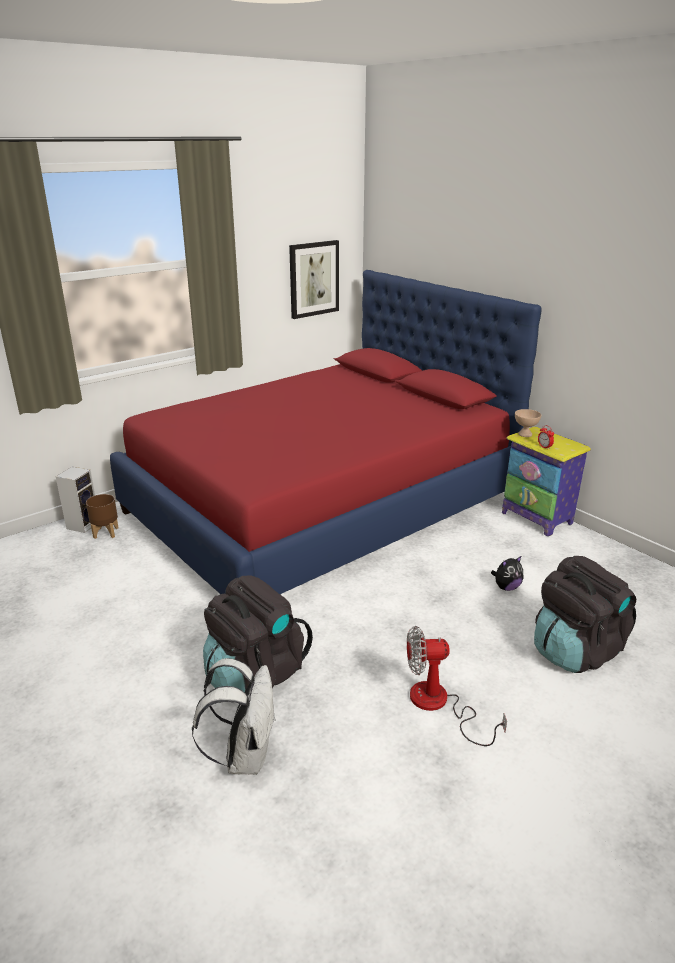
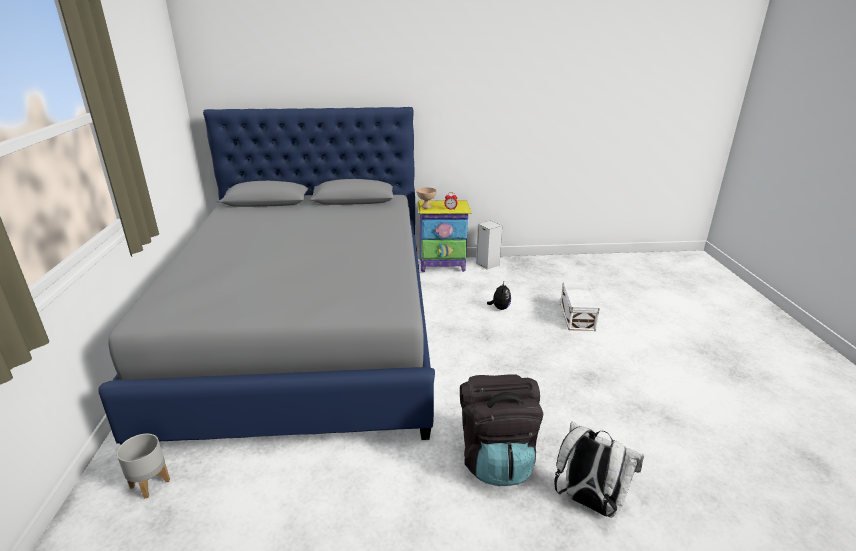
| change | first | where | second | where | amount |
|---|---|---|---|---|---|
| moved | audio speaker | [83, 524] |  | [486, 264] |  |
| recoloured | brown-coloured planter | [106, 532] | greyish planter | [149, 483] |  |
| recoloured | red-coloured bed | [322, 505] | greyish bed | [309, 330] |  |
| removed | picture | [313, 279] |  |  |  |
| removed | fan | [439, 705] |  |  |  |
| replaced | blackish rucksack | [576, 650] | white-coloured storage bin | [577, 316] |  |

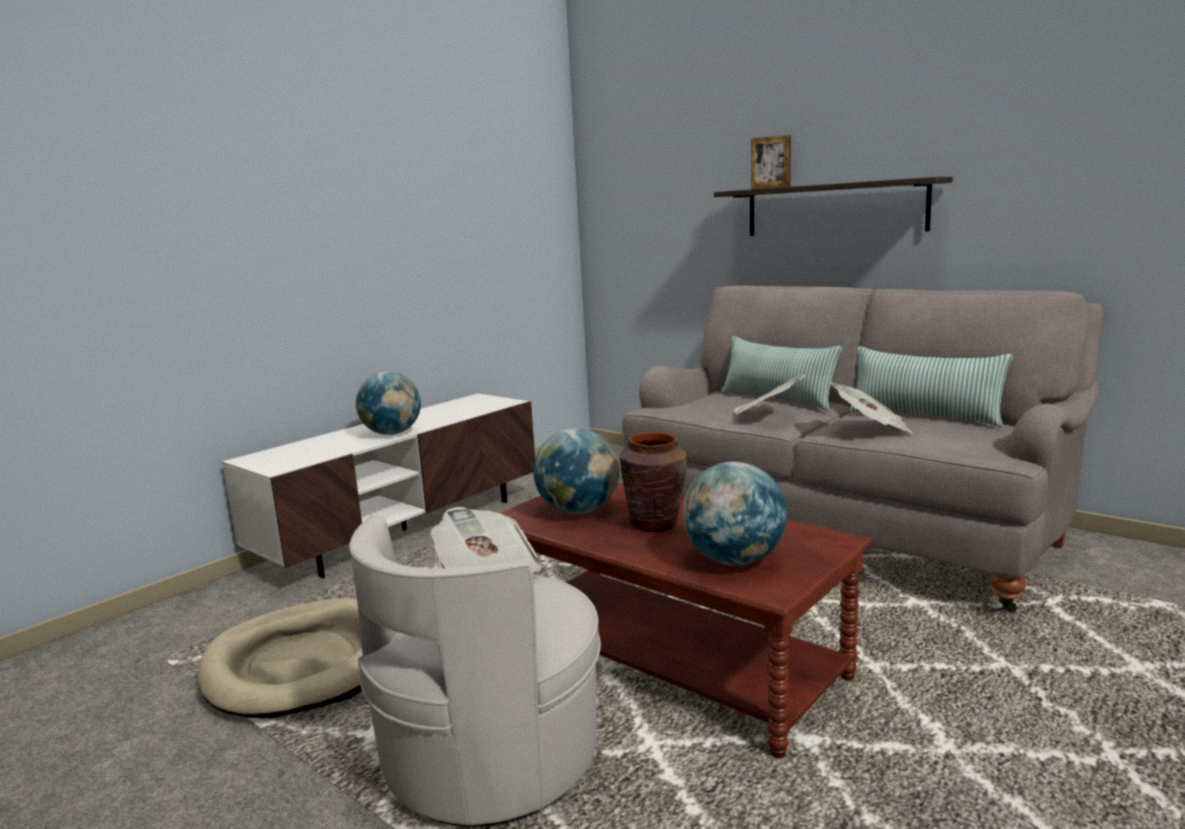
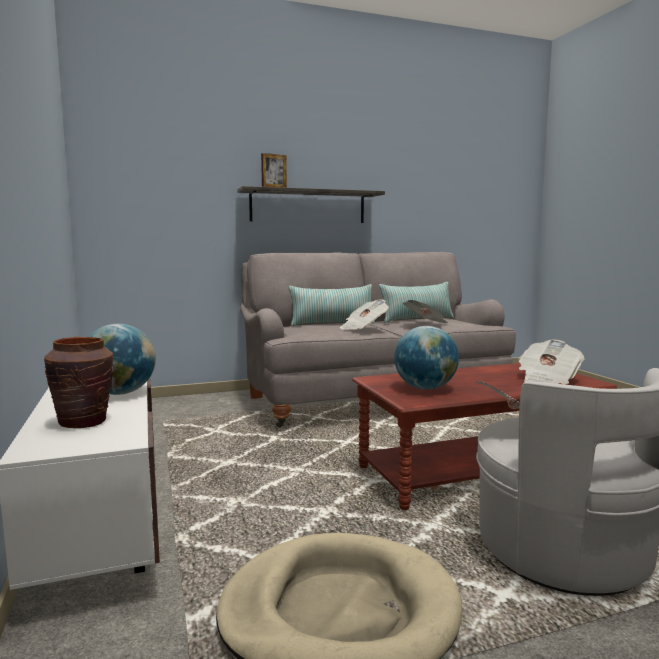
| change | first | where | second | where | amount |
|---|---|---|---|---|---|
| moved | brown-coloured vase | [655, 524] |  | [83, 422] |  |
| replaced | world globe | [734, 560] | newspaper | [547, 379] |  |

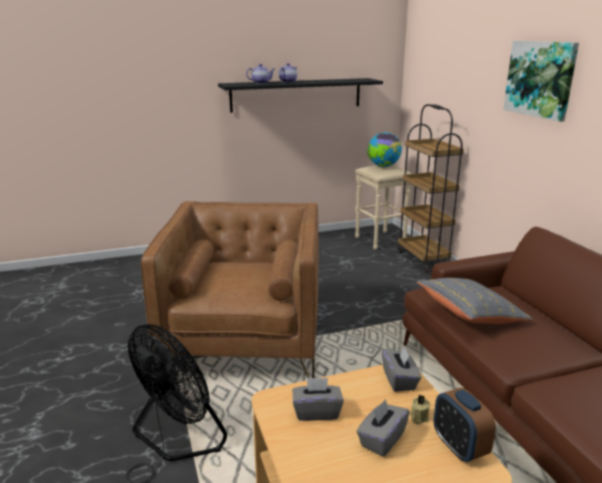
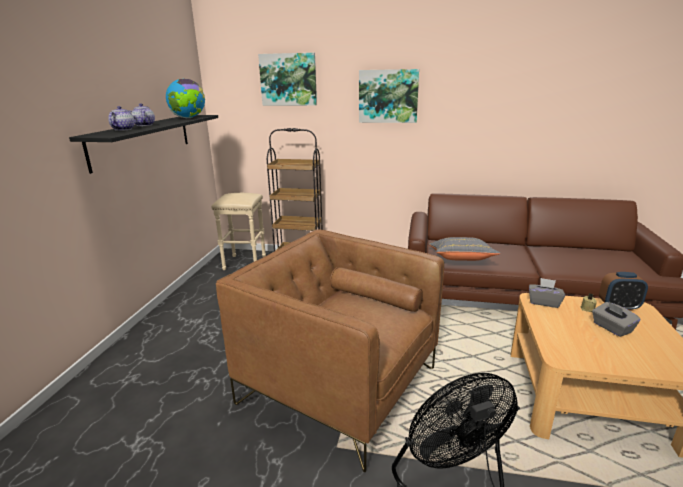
| change | first | where | second | where | amount |
|---|---|---|---|---|---|
| removed | greyish box of tissues | [317, 412] |  |  |  |
| moved | world globe | [383, 166] |  | [188, 118] |  |
| added |  |  | picture | [288, 79] |  |

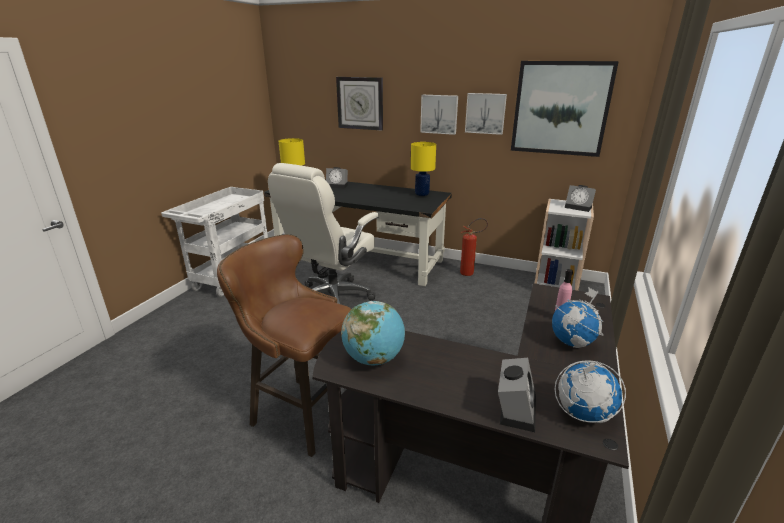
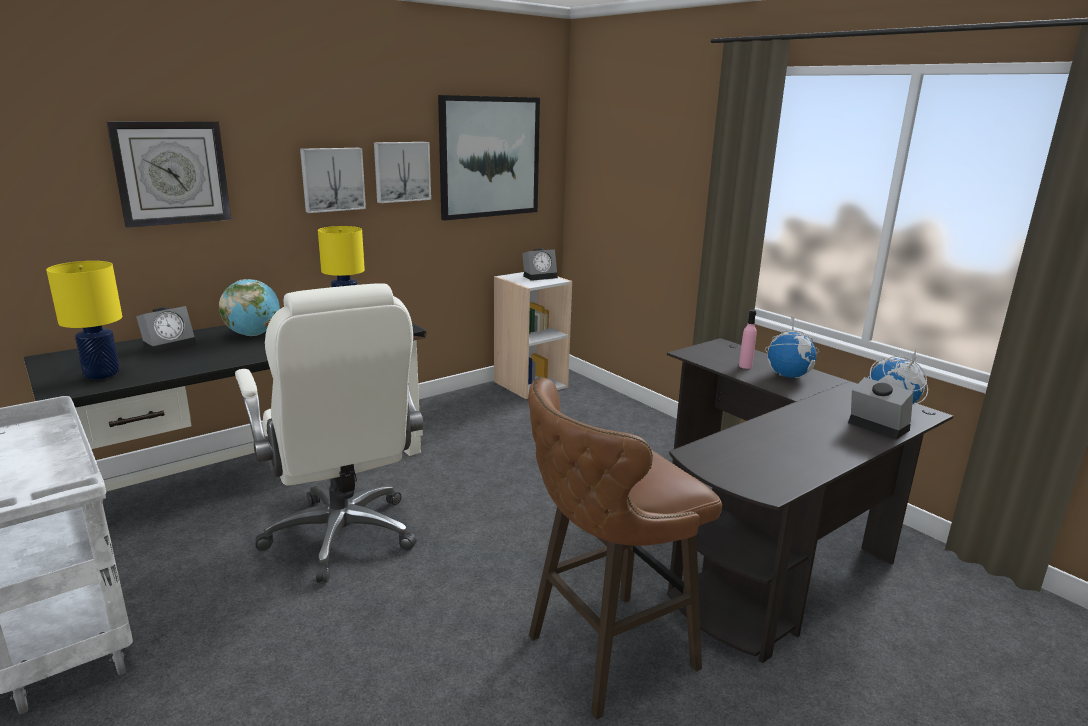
| change | first | where | second | where | amount |
|---|---|---|---|---|---|
| moved | world globe | [374, 359] |  | [253, 334] |  |
| removed | extinguisher | [470, 273] |  |  |  |

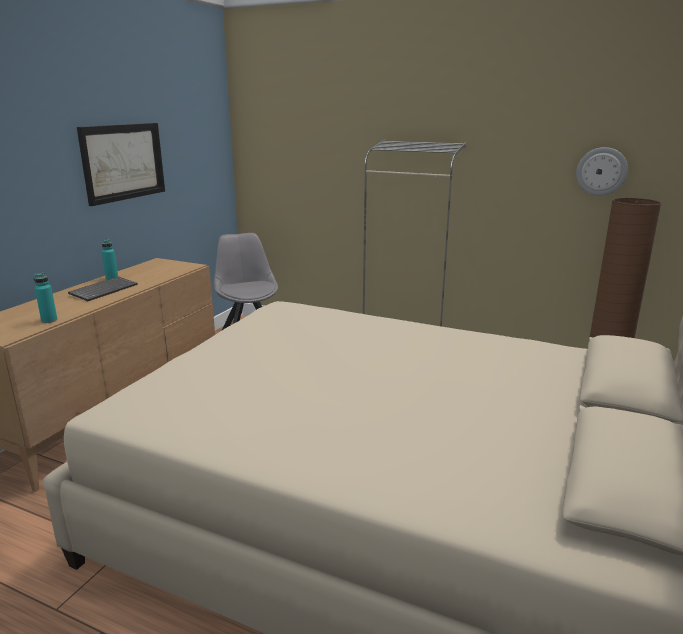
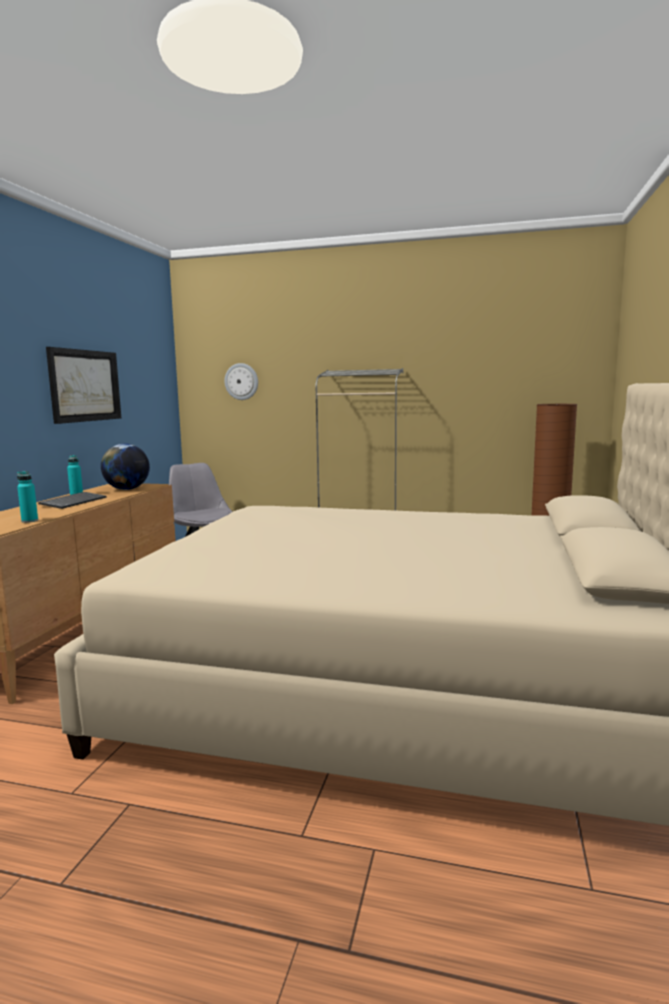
| change | first | where | second | where | amount |
|---|---|---|---|---|---|
| moved | wall clock | [601, 171] |  | [241, 381] |  |
| added |  |  | world globe | [127, 489] |  |

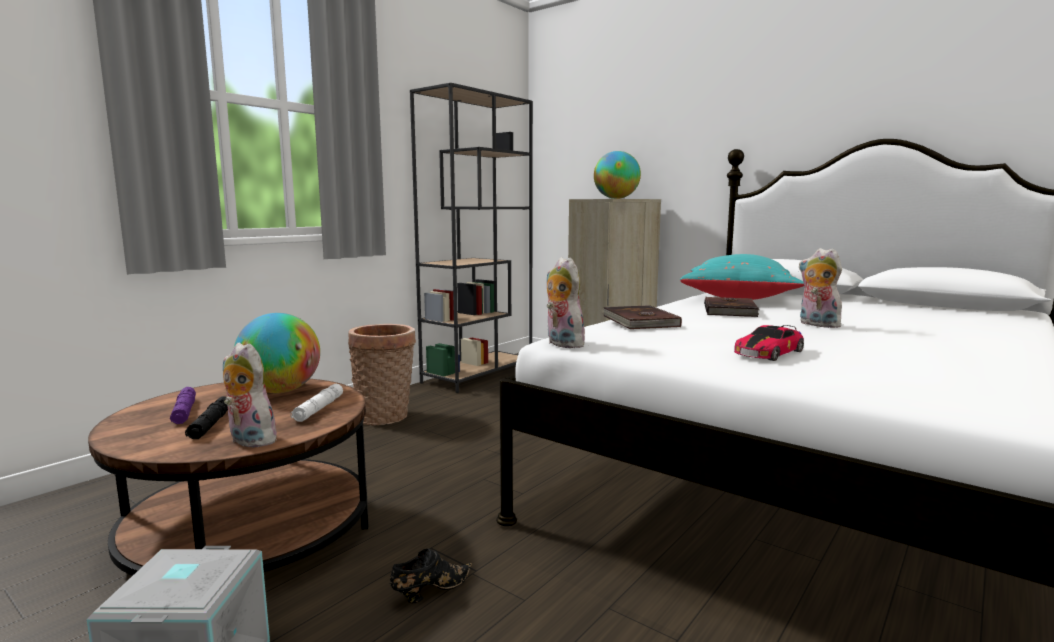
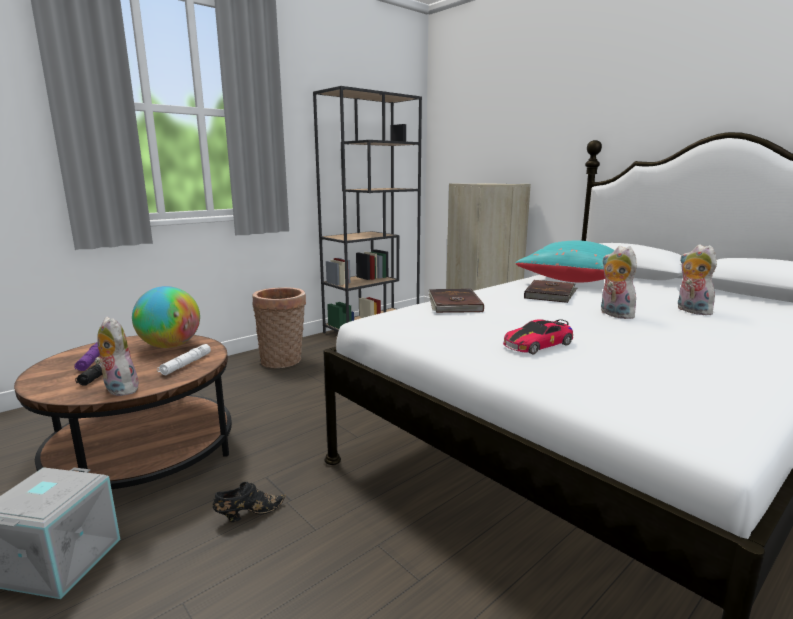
| change | first | where | second | where | amount |
|---|---|---|---|---|---|
| moved | plush toy | [561, 344] |  | [691, 311] |  |
| removed | world globe | [616, 198] |  |  |  |

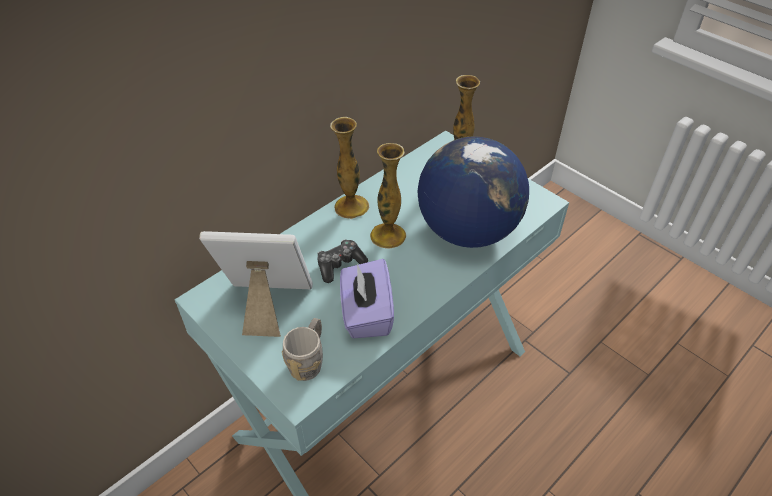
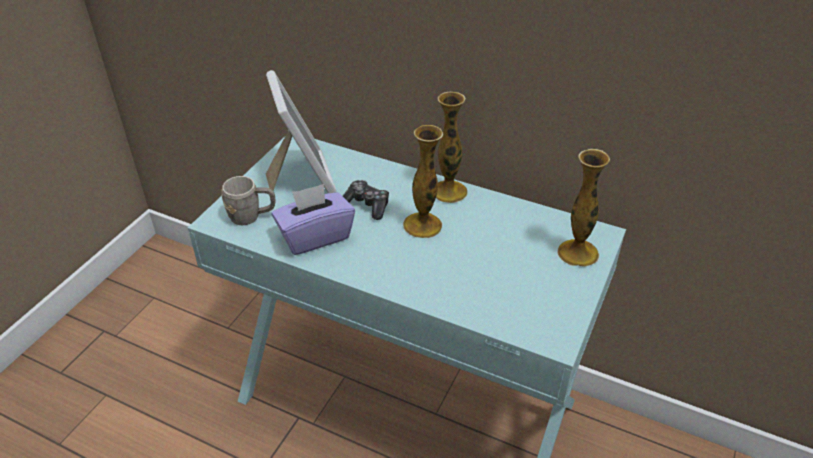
| change | first | where | second | where | amount |
|---|---|---|---|---|---|
| removed | world globe | [467, 230] |  |  |  |

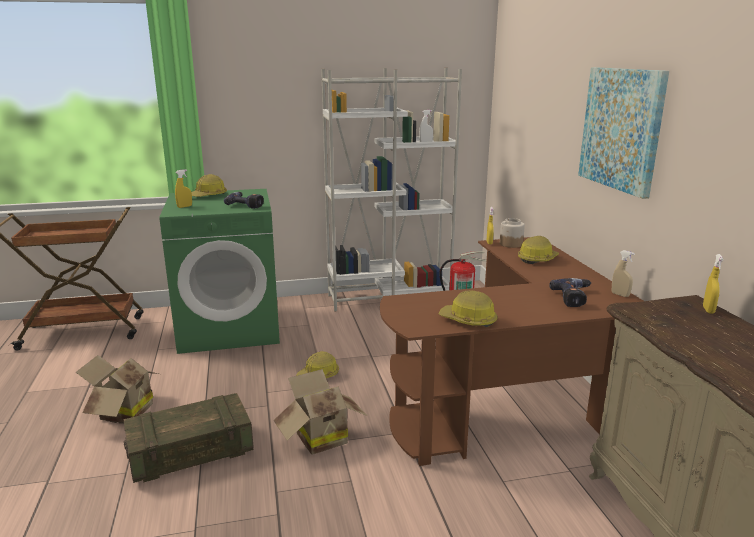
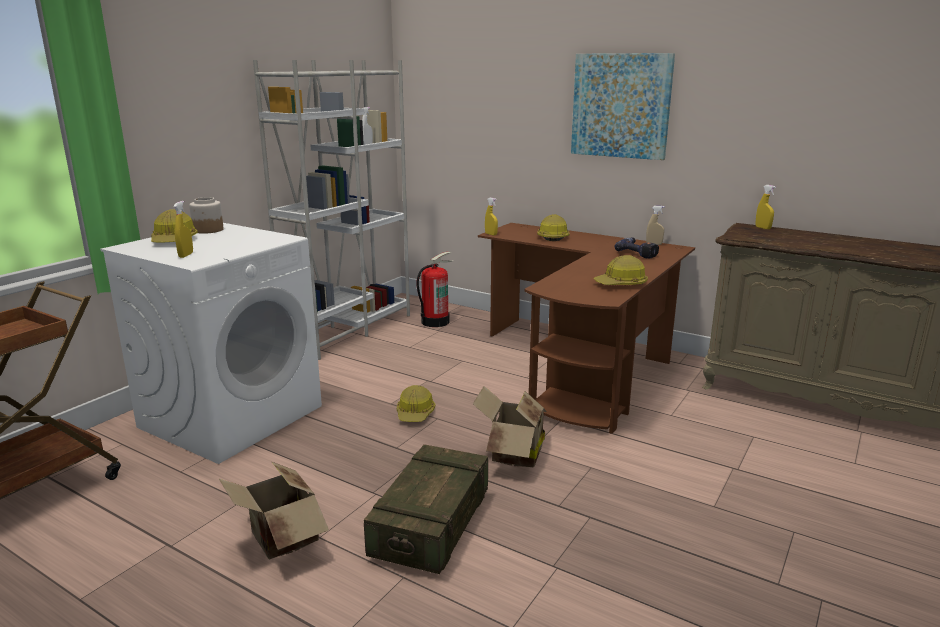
| change | first | where | second | where | amount |
|---|---|---|---|---|---|
| recoloured | green-coloured laundry appliance | [230, 328] | white-coloured laundry appliance | [232, 416] |  |
| removed | electric drill | [246, 205] |  |  |  |
| moved | storage jar | [510, 244] |  | [208, 230] |  |

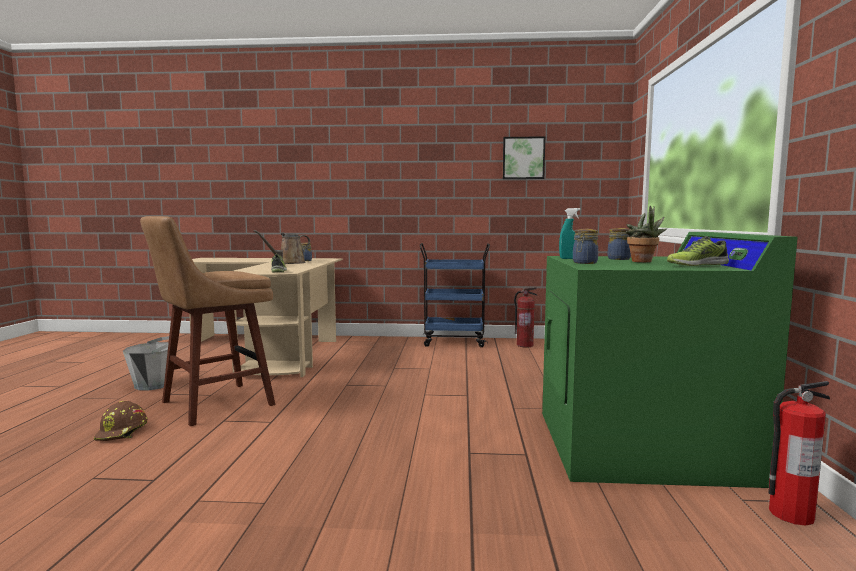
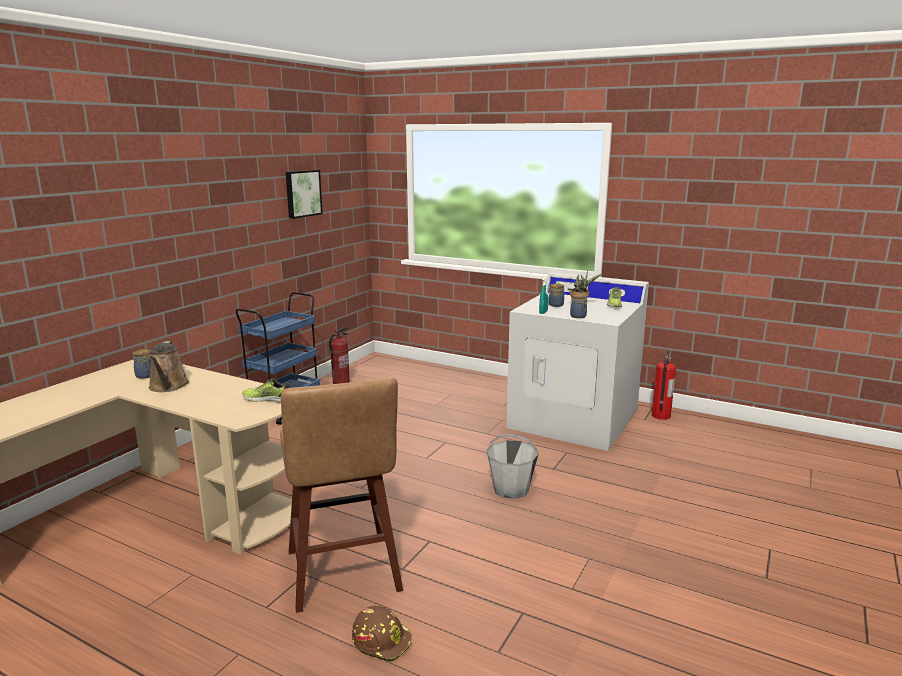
| change | first | where | second | where | amount |
|---|---|---|---|---|---|
| moved | greyish bucket | [153, 385] |  | [511, 489] |  |
| recoloured | green-coloured laundry appliance | [639, 445] | white-coloured laundry appliance | [574, 418] |  |

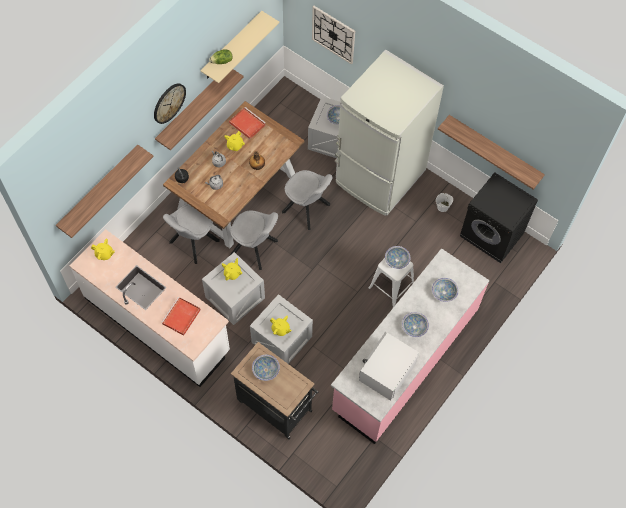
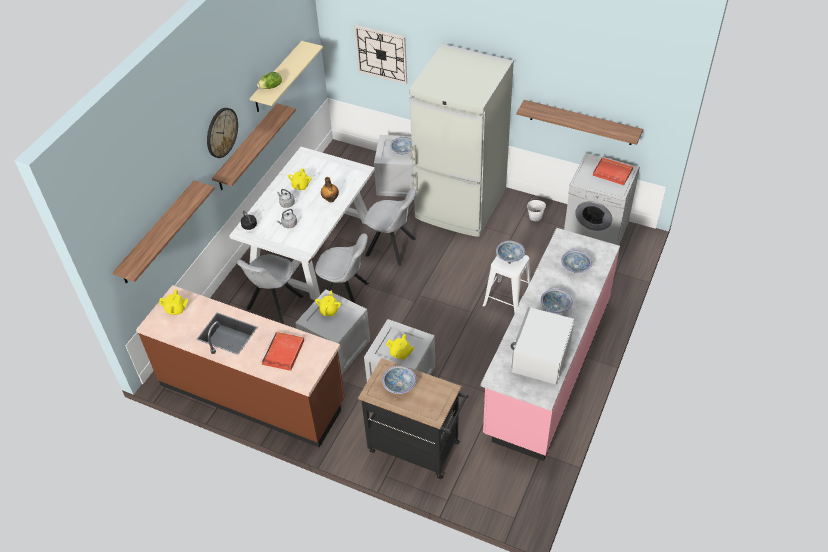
| change | first | where | second | where | amount |
|---|---|---|---|---|---|
| recoloured | white-coloured counter | [157, 324] | brown-coloured counter | [252, 393] |  |
| recoloured | brown-coloured dinner table | [237, 192] | white-coloured dinner table | [311, 248] |  |
| moved | red-coloured carrying tray | [246, 123] |  | [611, 172] |  |
| recoloured | blackish laundry appliance | [491, 236] | white-coloured laundry appliance | [595, 232] |  |

